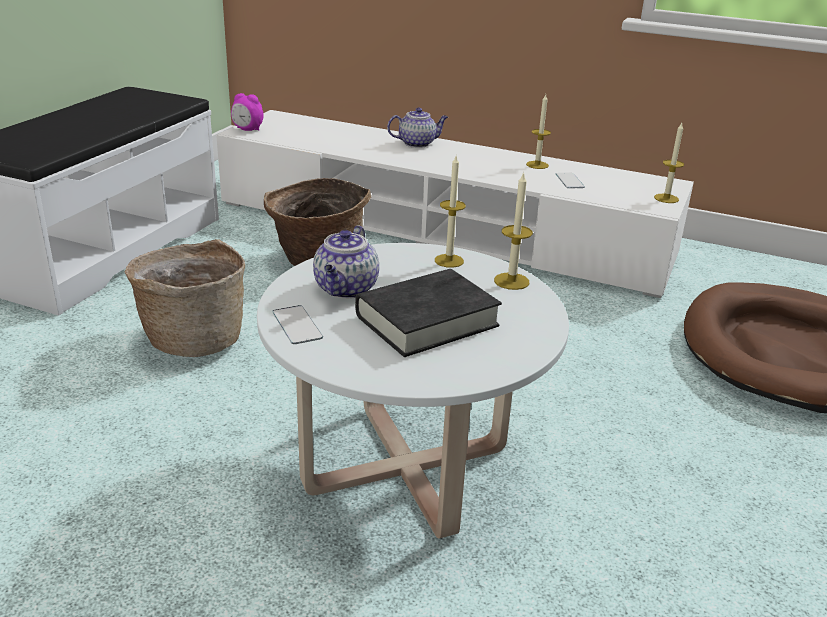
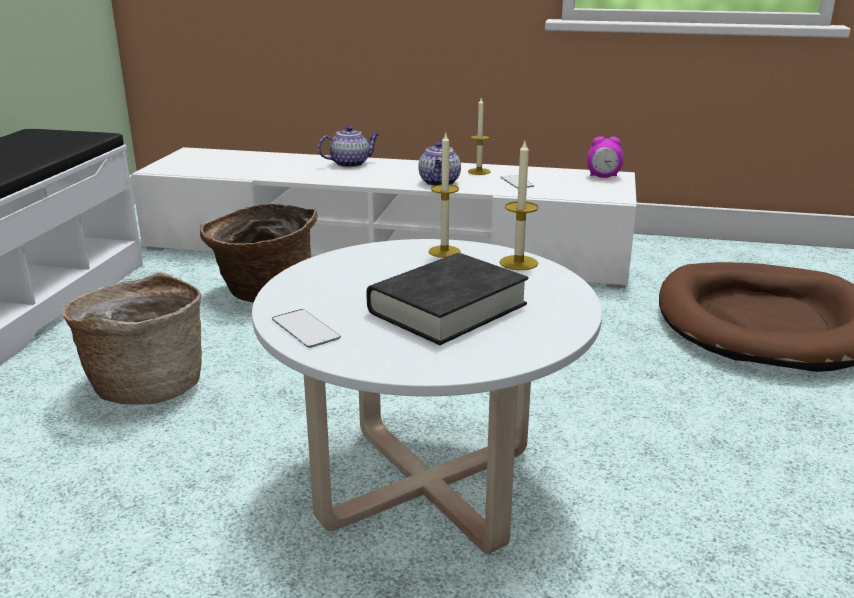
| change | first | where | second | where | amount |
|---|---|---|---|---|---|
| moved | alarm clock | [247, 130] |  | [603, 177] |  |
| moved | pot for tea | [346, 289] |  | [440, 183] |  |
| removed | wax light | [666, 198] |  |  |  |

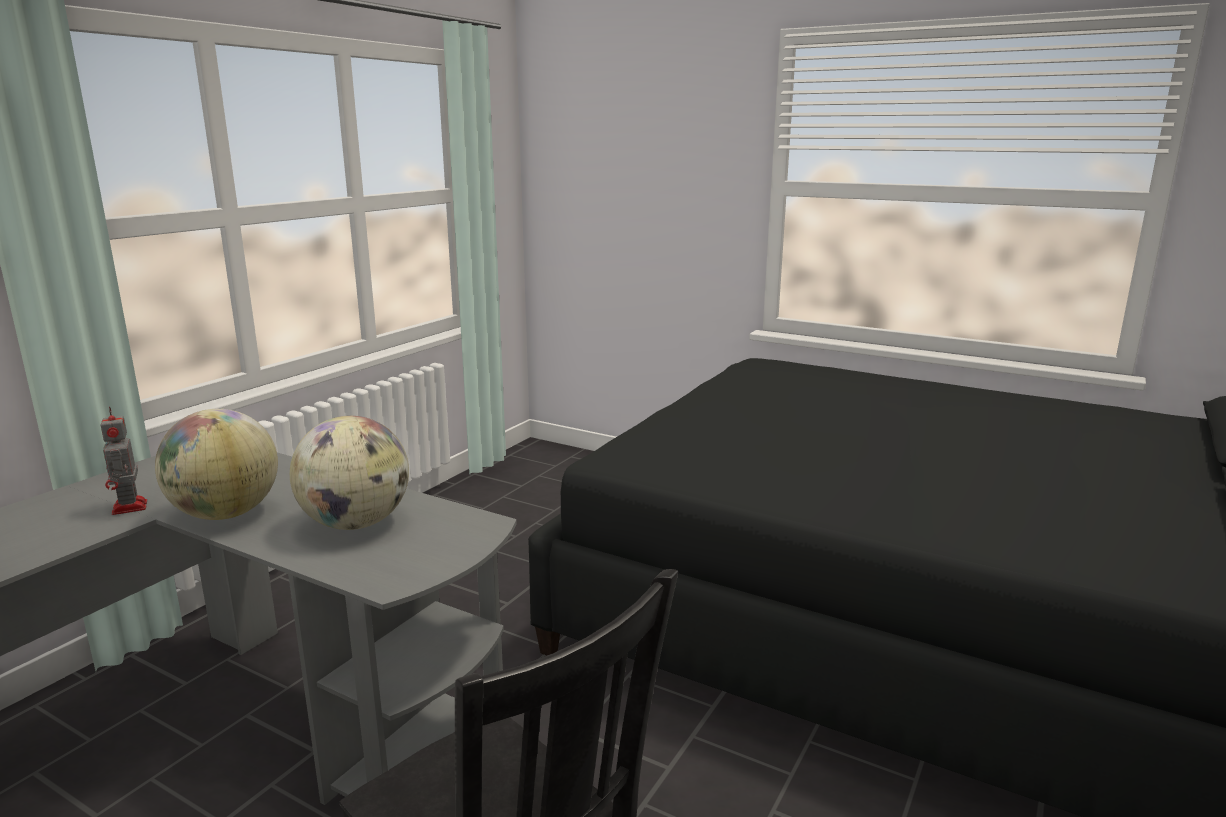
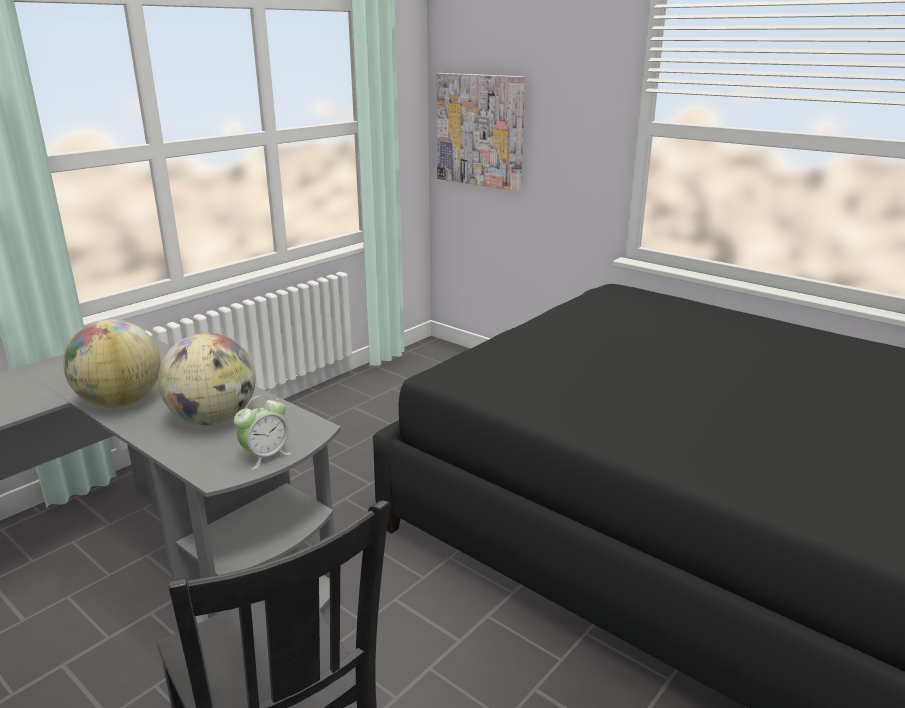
| change | first | where | second | where | amount |
|---|---|---|---|---|---|
| removed | model robot | [129, 508] |  |  |  |
| added |  |  | alarm clock | [265, 456] |  |
| added |  |  | picture | [480, 130] |  |

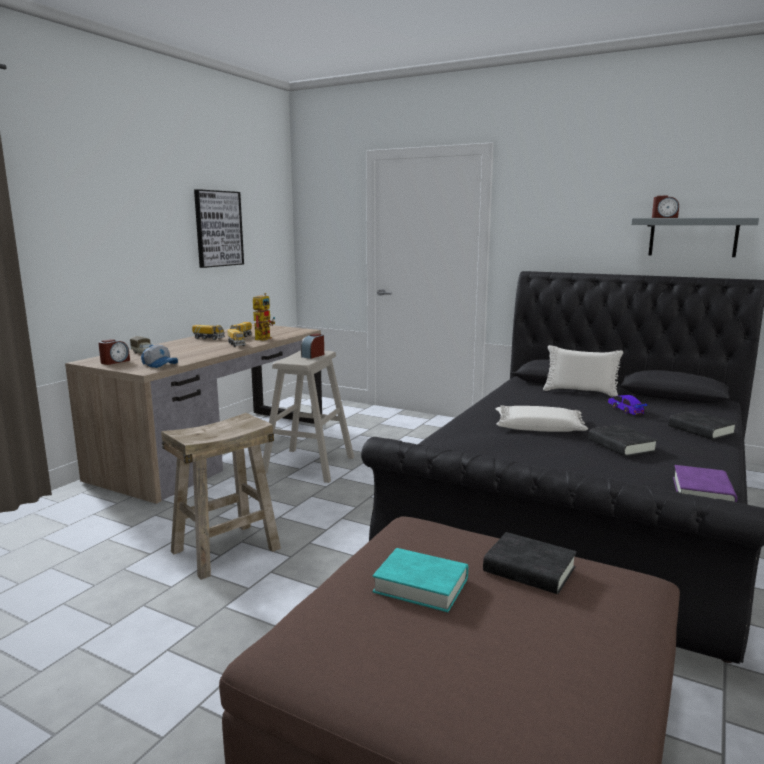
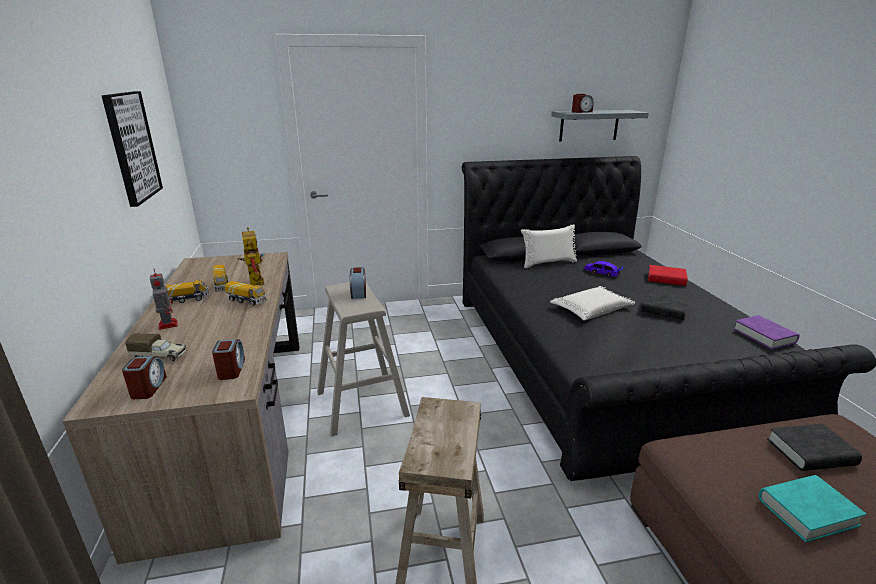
| change | first | where | second | where | amount |
|---|---|---|---|---|---|
| replaced | peaked cap | [160, 365] | alarm clock | [231, 369] |  |
| recoloured | blackish bound book | [701, 430] | red-coloured bound book | [666, 279] |  |
| added |  |  | model robot | [168, 324] |  |

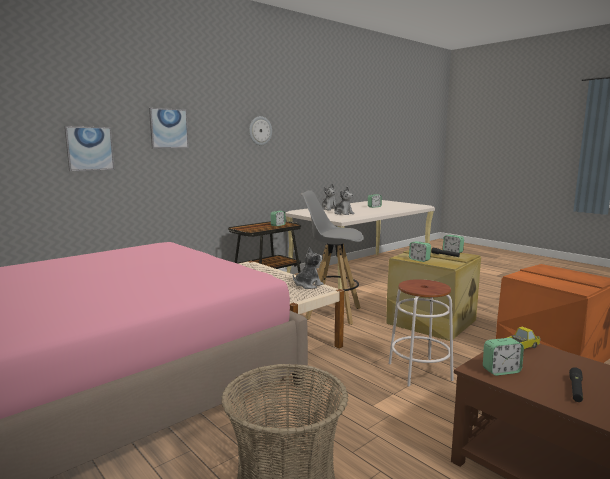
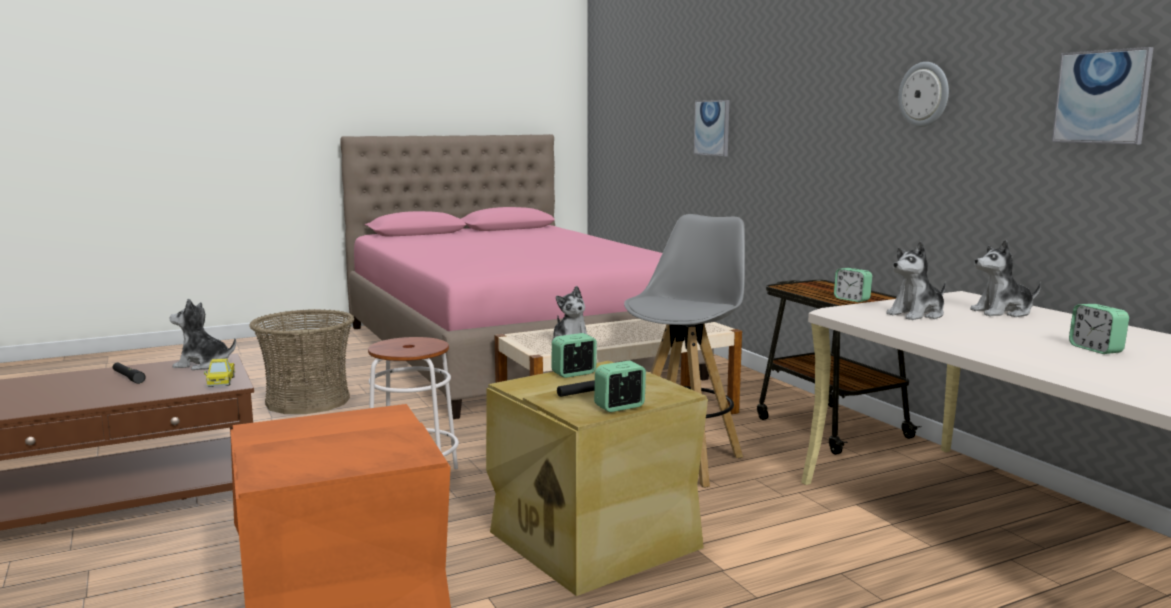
| change | first | where | second | where | amount |
|---|---|---|---|---|---|
| moved | picture | [168, 128] |  | [1102, 97] |  |
| replaced | alarm clock | [501, 371] | plush toy | [203, 364] |  |

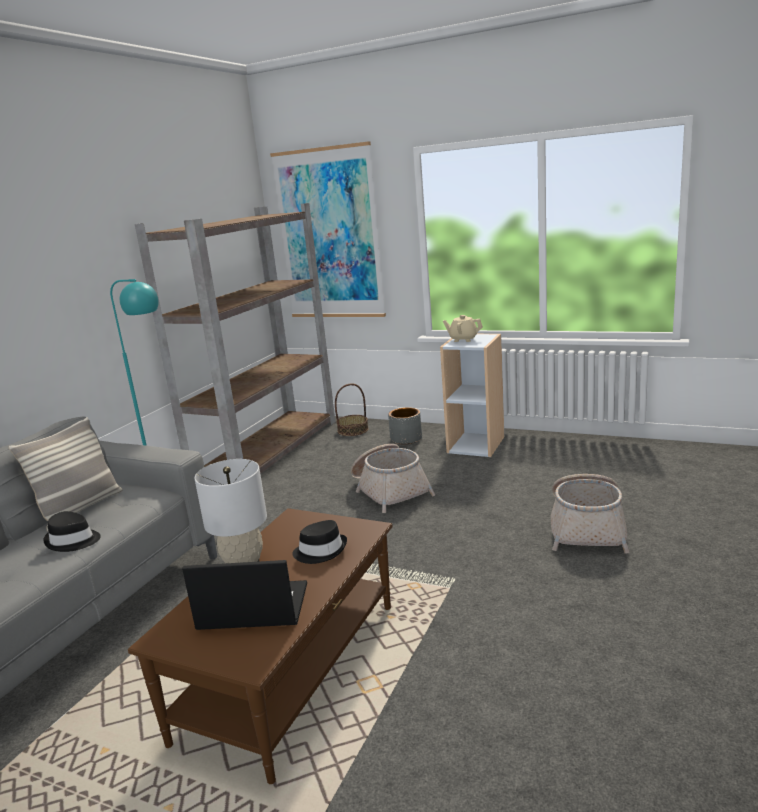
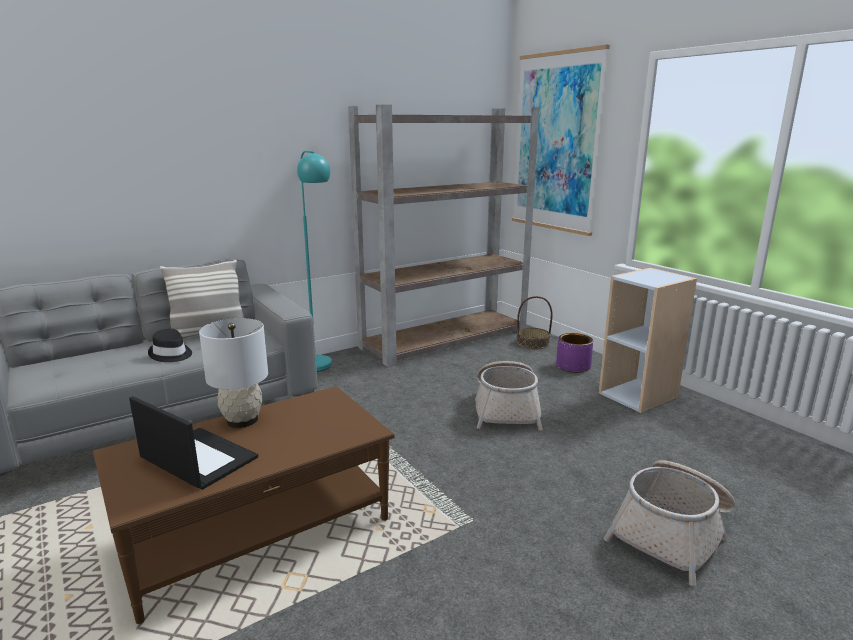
| change | first | where | second | where | amount |
|---|---|---|---|---|---|
| removed | blackish hat | [321, 551] |  |  |  |
| recoloured | greyish planter | [406, 439] | purple-coloured planter | [573, 366] |  |
| removed | beige pot for tea | [463, 339] |  |  |  |

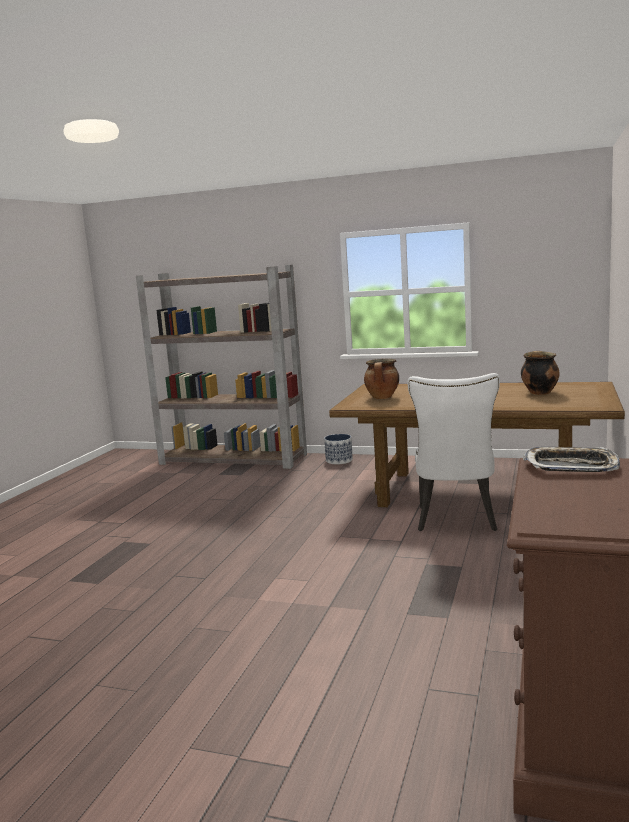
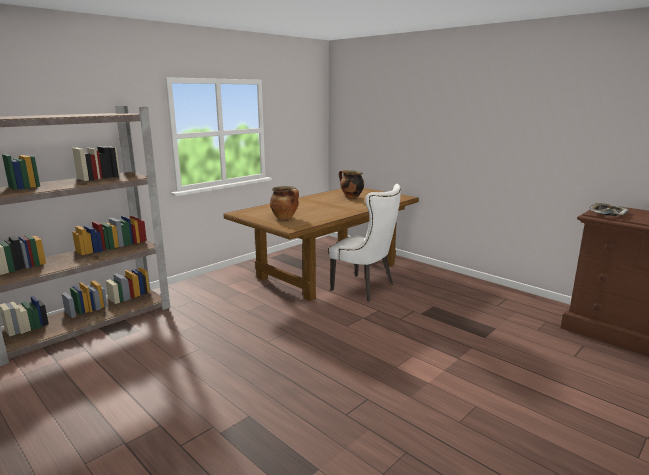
| change | first | where | second | where | amount |
|---|---|---|---|---|---|
| removed | planter | [339, 460] |  |  |  |

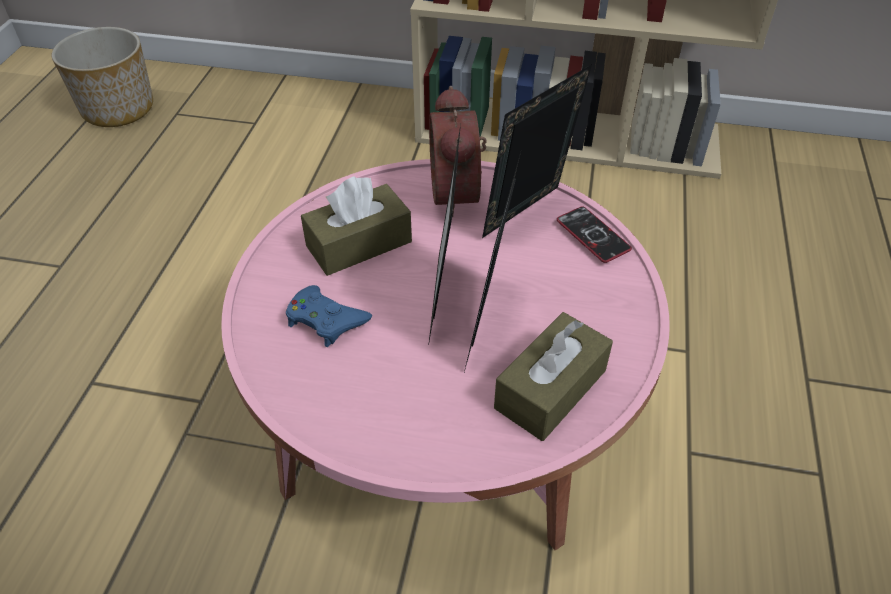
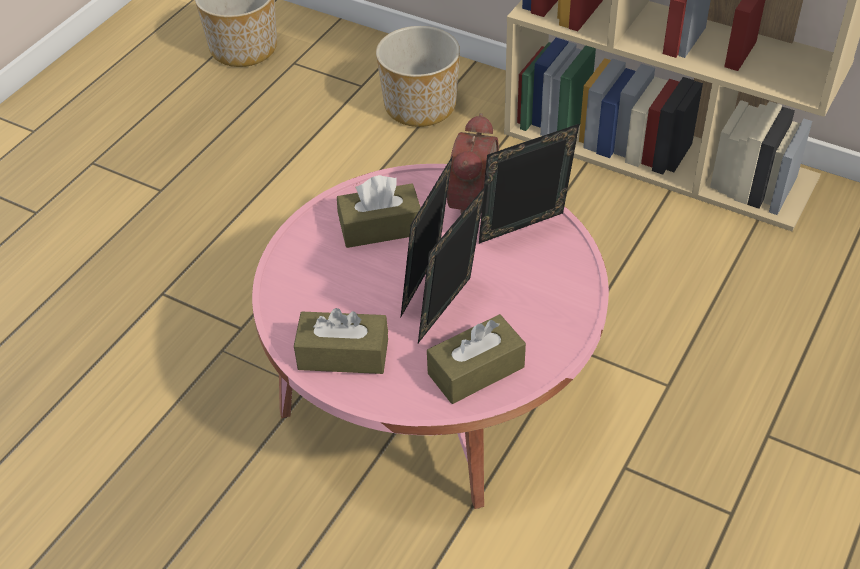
| change | first | where | second | where | amount |
|---|---|---|---|---|---|
| removed | blue-coloured gamepad | [326, 320] |  |  |  |
| removed | telephone | [593, 235] |  |  |  |
| added |  |  | brown-coloured box of tissues | [343, 354] |  |
| added |  |  | planter | [420, 107] |  |

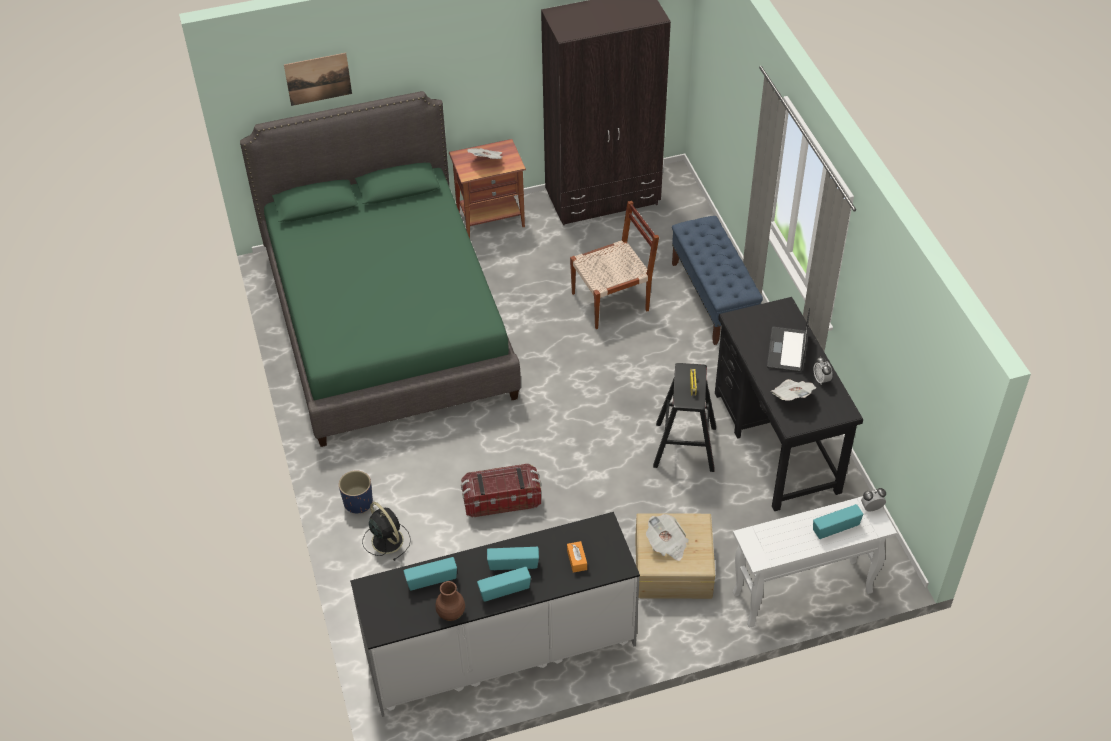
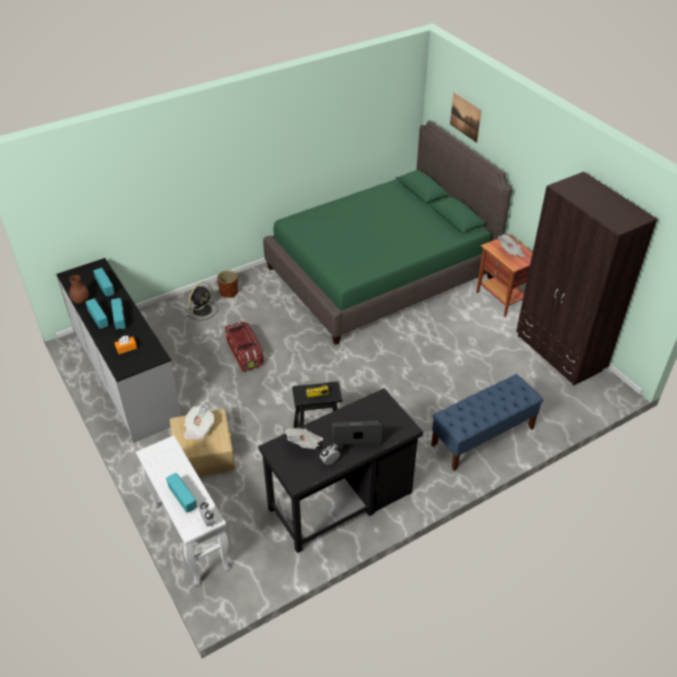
| change | first | where | second | where | amount |
|---|---|---|---|---|---|
| recoloured | blue-coloured planter | [358, 502] | brown-coloured planter | [229, 292] |  |
| removed | chair | [612, 301] |  |  |  |

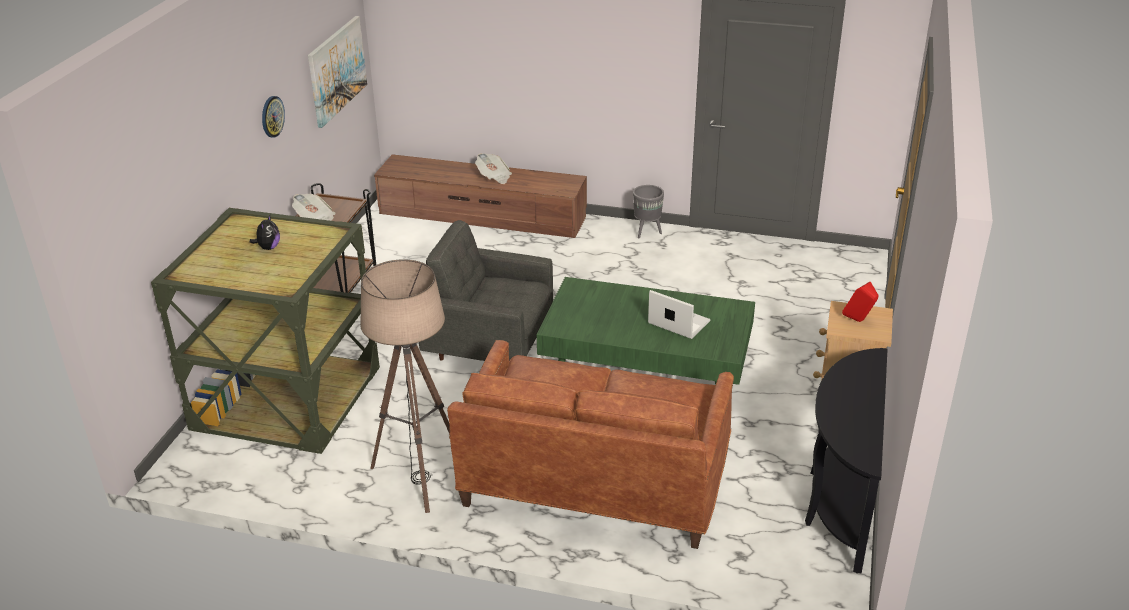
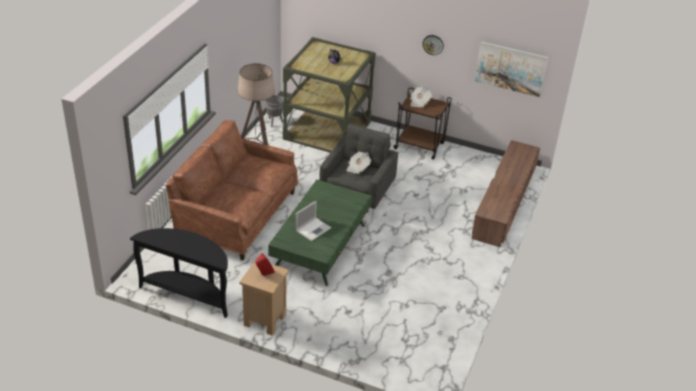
| change | first | where | second | where | amount |
|---|---|---|---|---|---|
| moved | newspaper | [494, 177] |  | [357, 168] |  |
| moved | greyish planter | [646, 232] |  | [274, 122] |  |

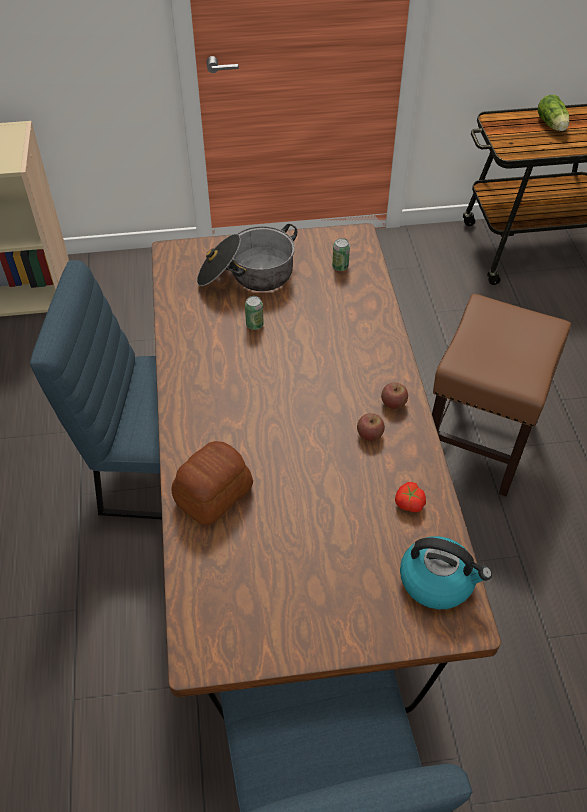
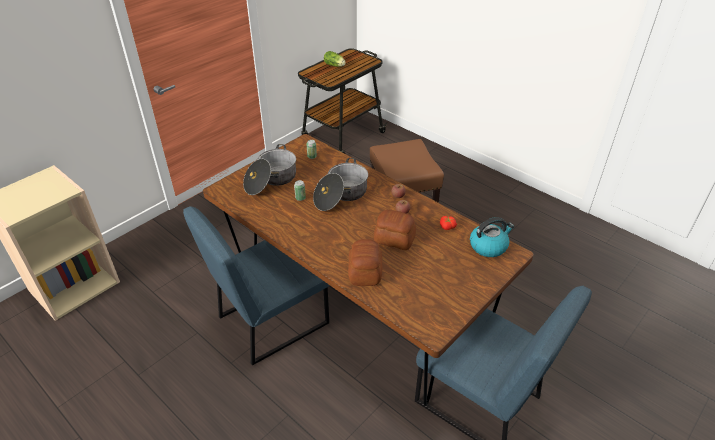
| change | first | where | second | where | amount |
|---|---|---|---|---|---|
| added |  |  | cooking pot | [341, 195] |  |
| added |  |  | bakery bread | [394, 239] |  |

